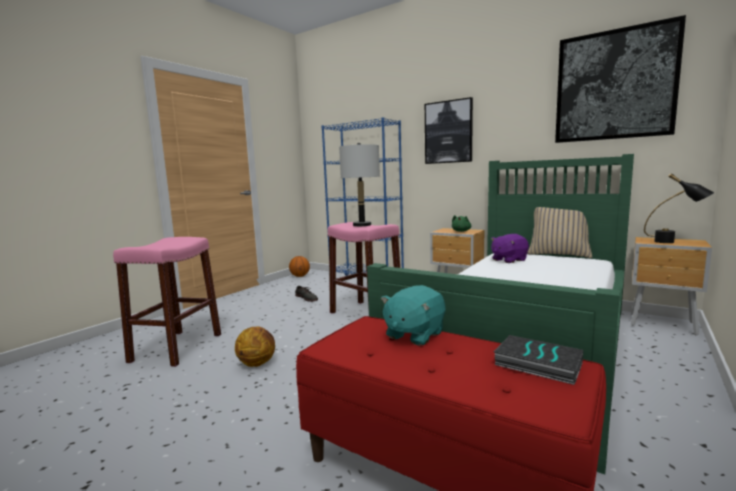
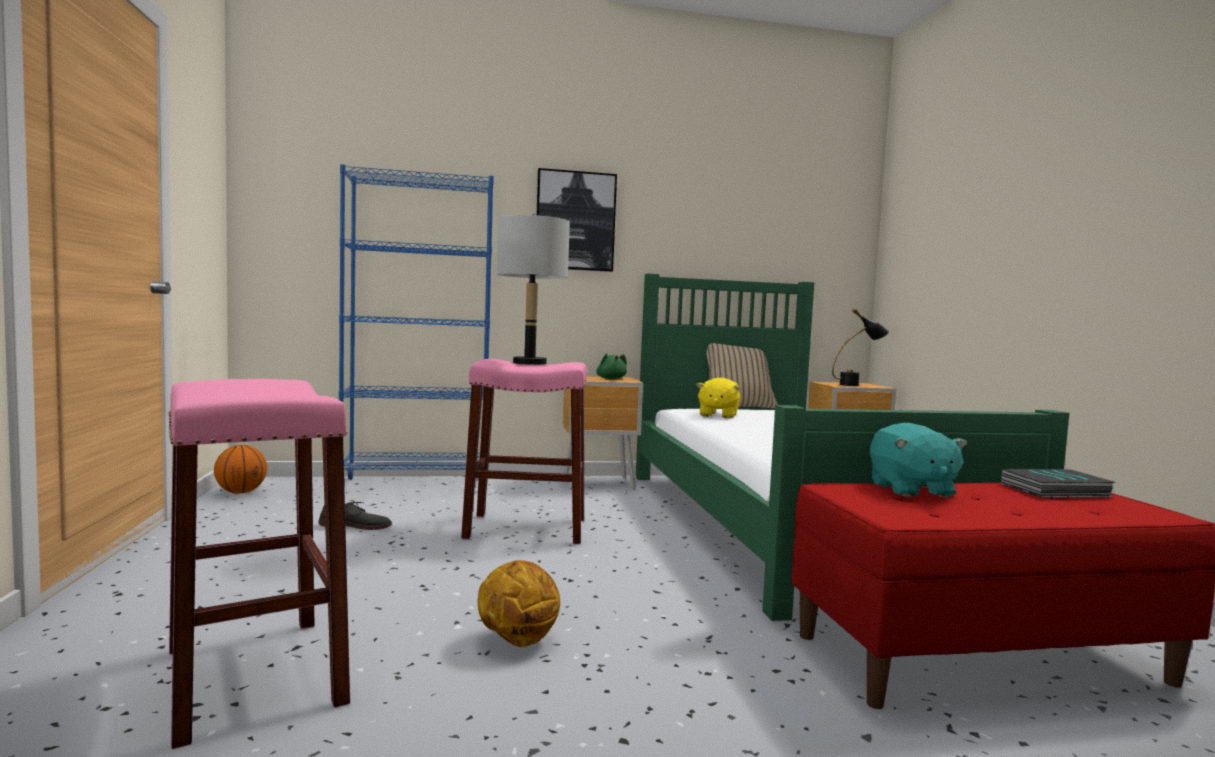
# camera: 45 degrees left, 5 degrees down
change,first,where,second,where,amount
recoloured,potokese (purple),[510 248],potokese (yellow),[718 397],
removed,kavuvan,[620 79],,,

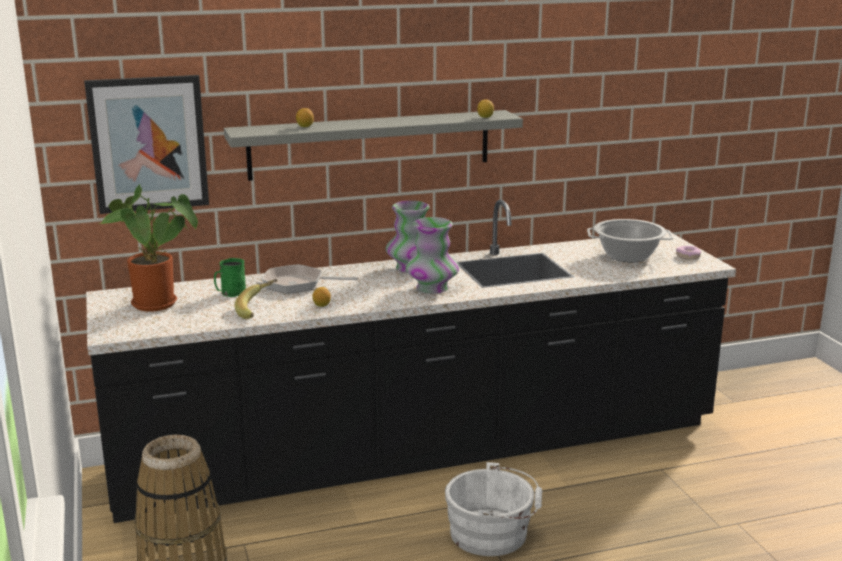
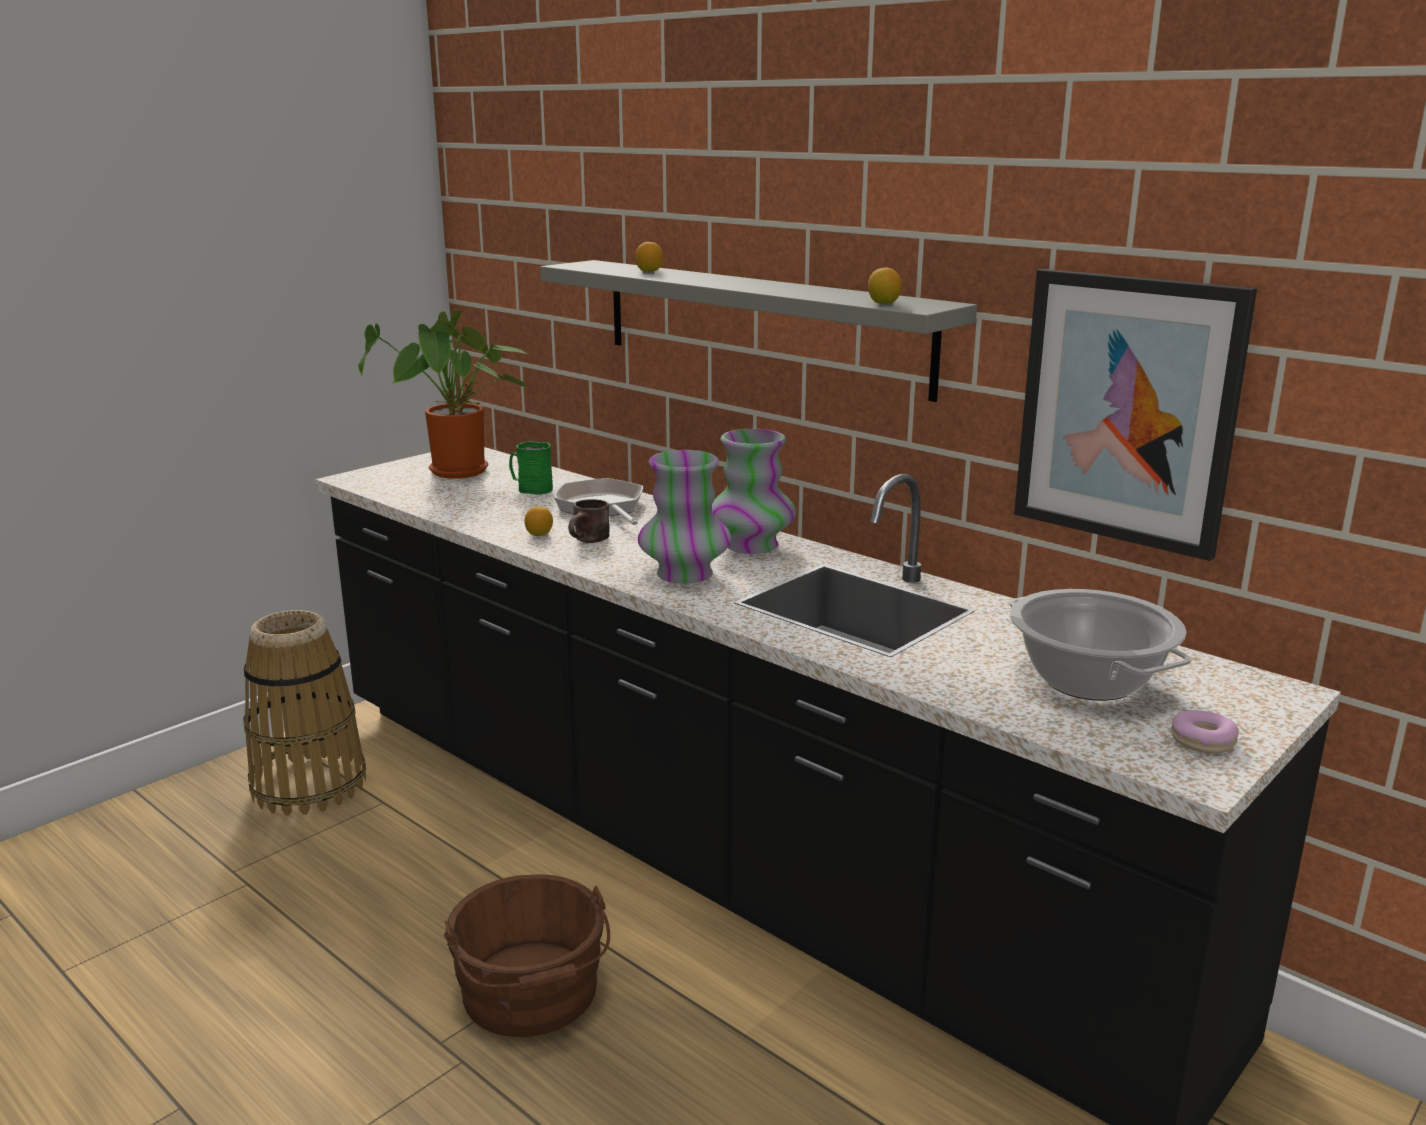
# camera: 60 degrees right, 0 degrees up
change,first,where,second,where,amount
moved,kavuvan,[146 144],,[1135 415],
removed,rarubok,[256 299],,,
recoloured,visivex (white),[493 509],visivex (brown),[527 955],
added,,,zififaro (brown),[588 521],

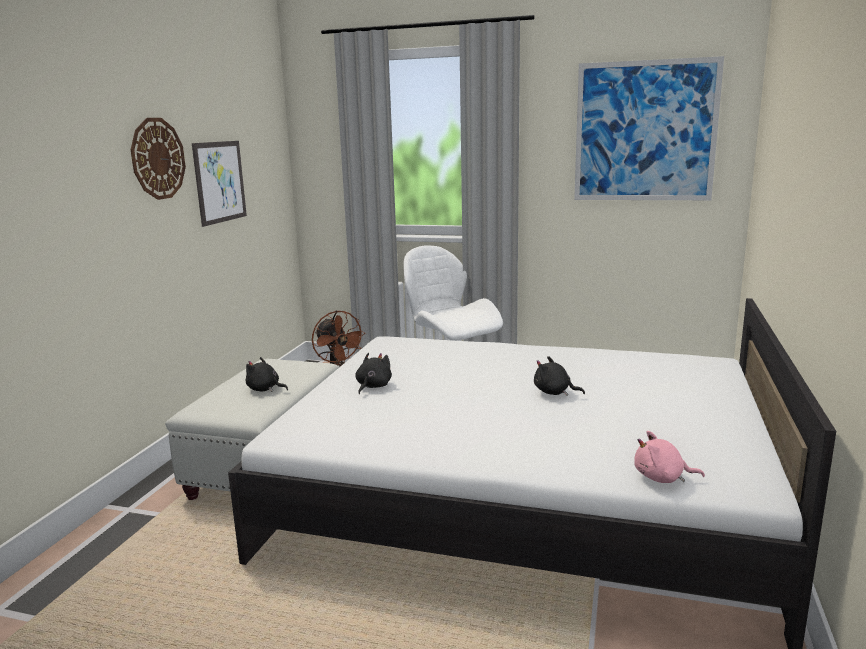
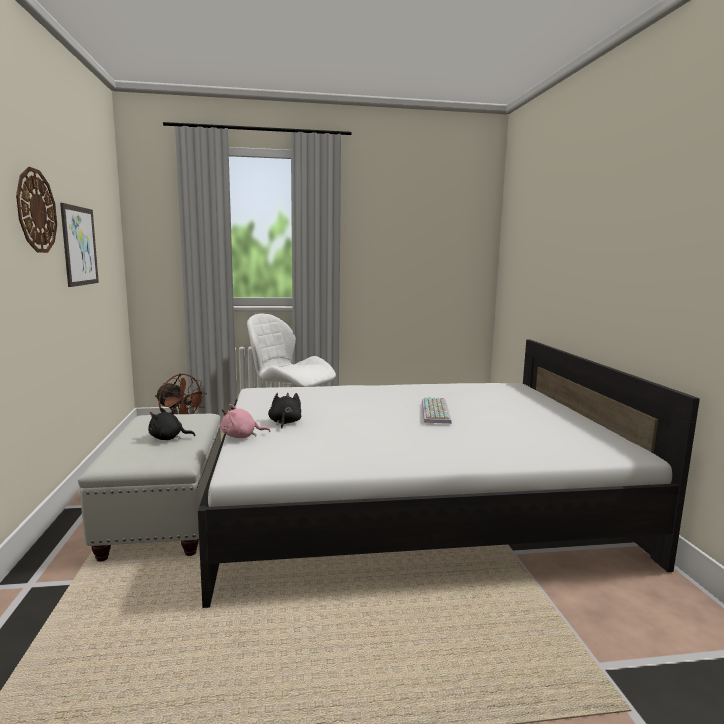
# camera: 25 degrees left, 5 degrees down
change,first,where,second,where,amount
replaced,potokese (black),[559 376],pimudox,[437 410],
removed,kavuvan,[649 128],,,
moved,potokese (pink),[669 457],,[246 421],

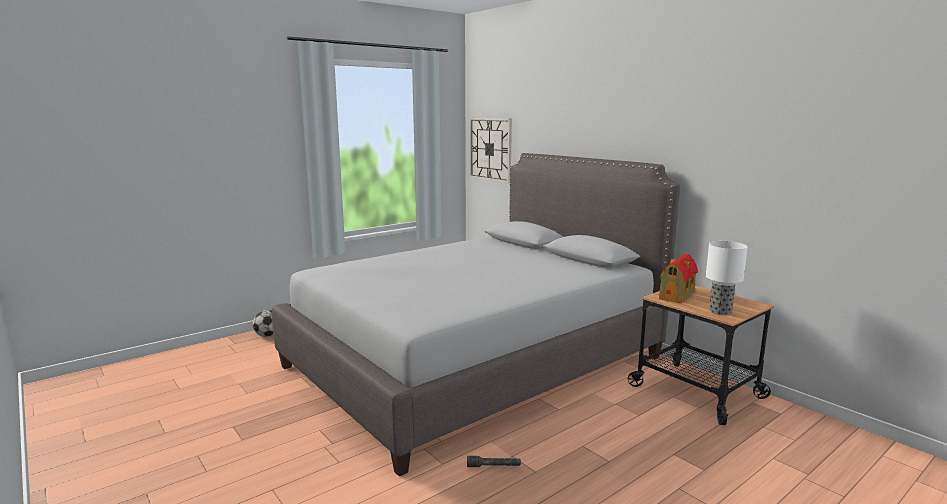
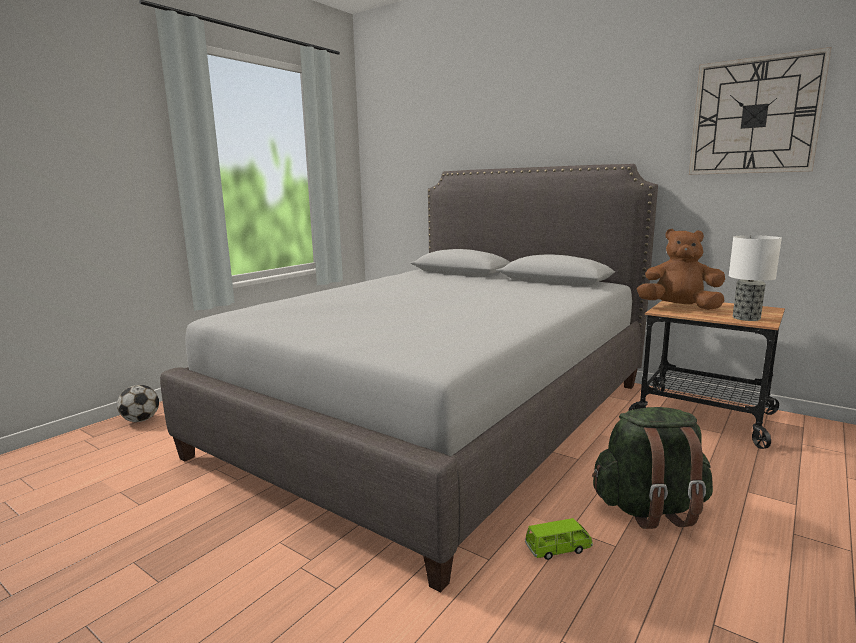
# camera: 15 degrees left, 0 degrees up
change,first,where,second,where,amount
replaced,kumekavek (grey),[494 461],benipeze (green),[559 539],
moved,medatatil,[490 150],,[760 111],
replaced,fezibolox,[678 278],potokese (brown),[681 269],
added,,,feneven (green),[652 468],

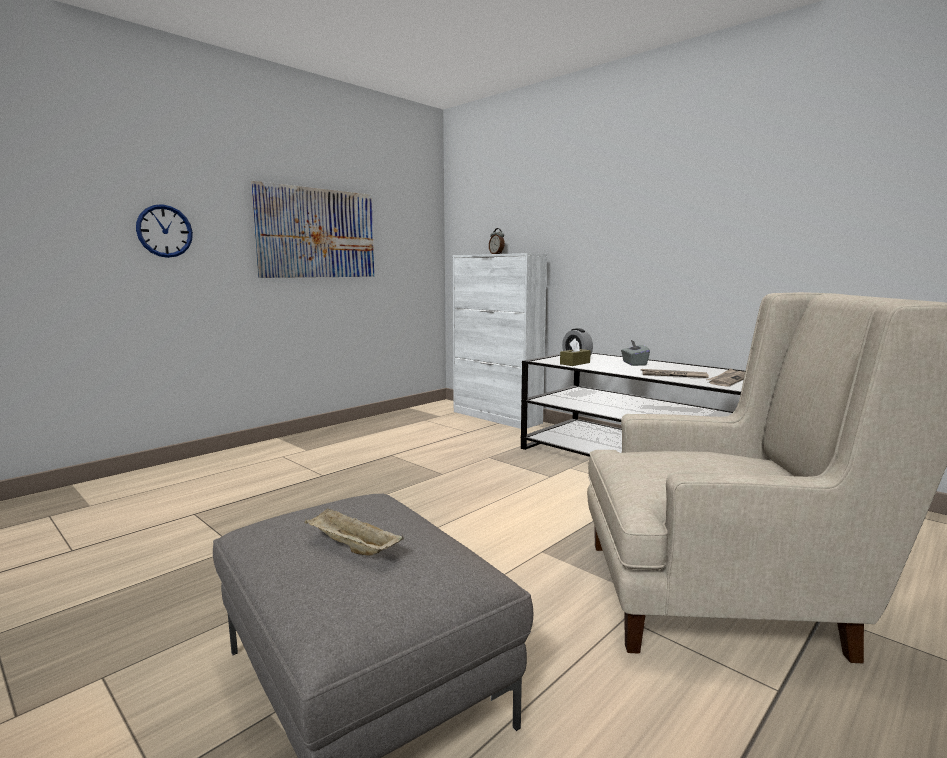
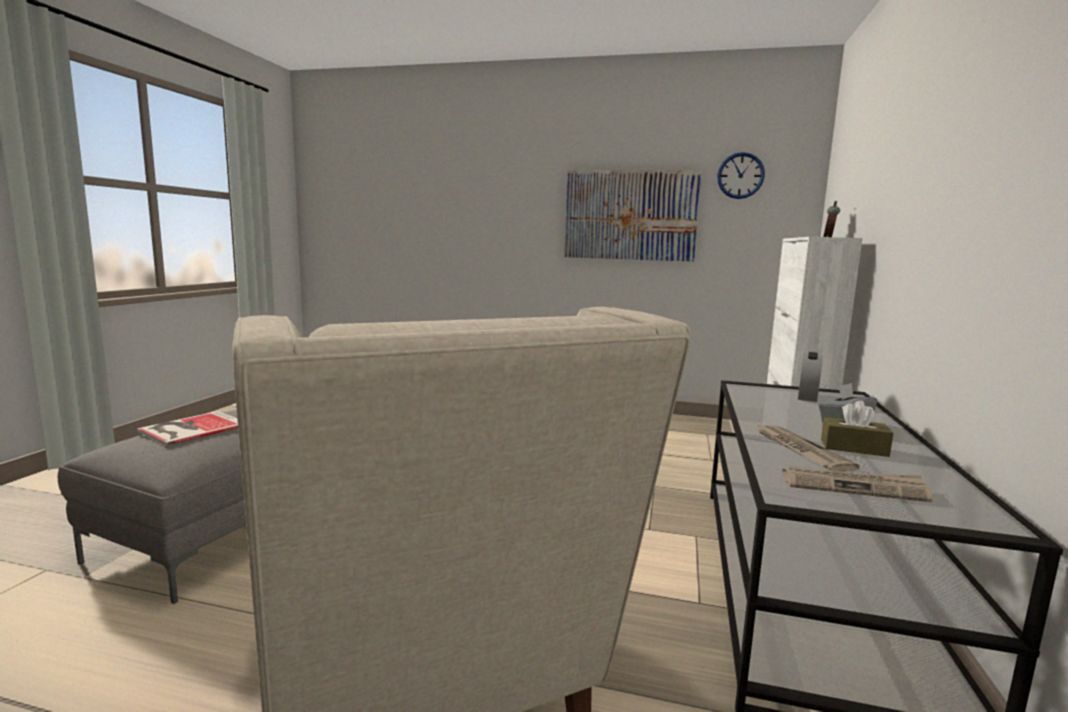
# camera: 60 degrees right, 0 degrees up
change,first,where,second,where,amount
moved,medatatil,[164 231],,[741 175],
replaced,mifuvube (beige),[354 532],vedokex,[187 428],
moved,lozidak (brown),[575 352],,[857 429],

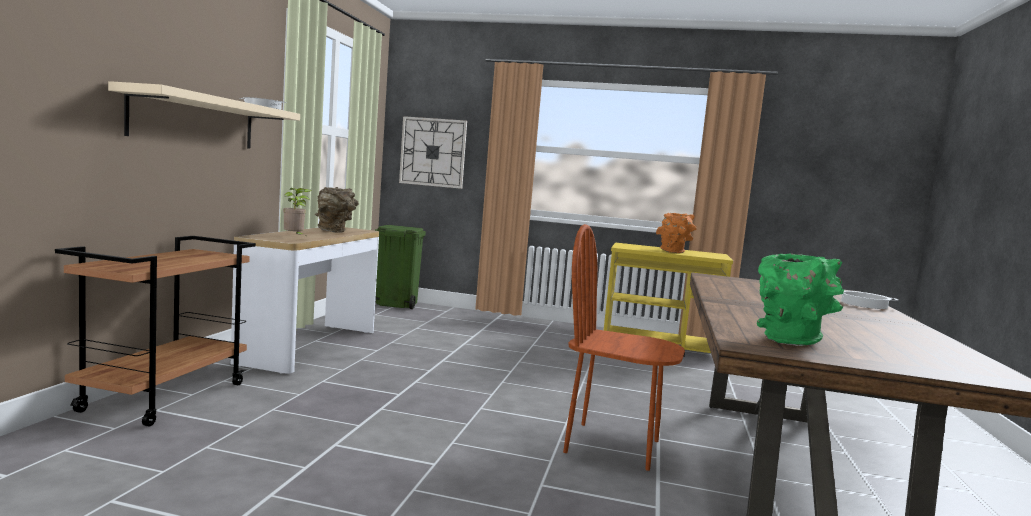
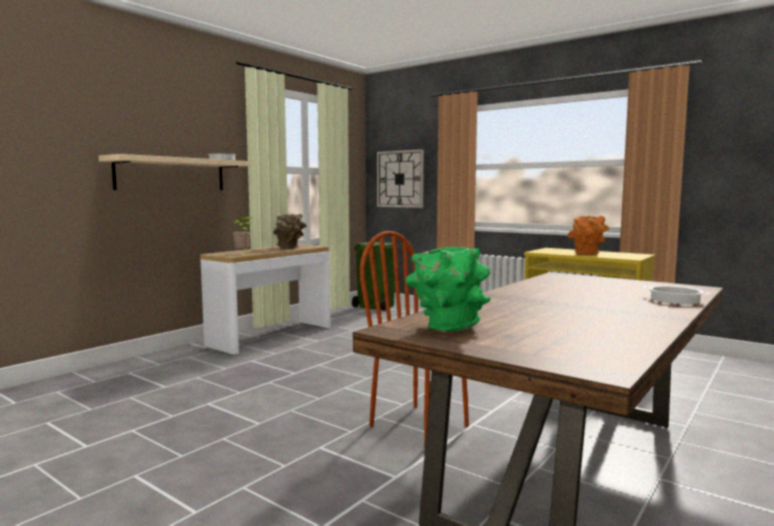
# camera: 25 degrees right, 0 degrees up
change,first,where,second,where,amount
removed,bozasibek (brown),[155 331],,,

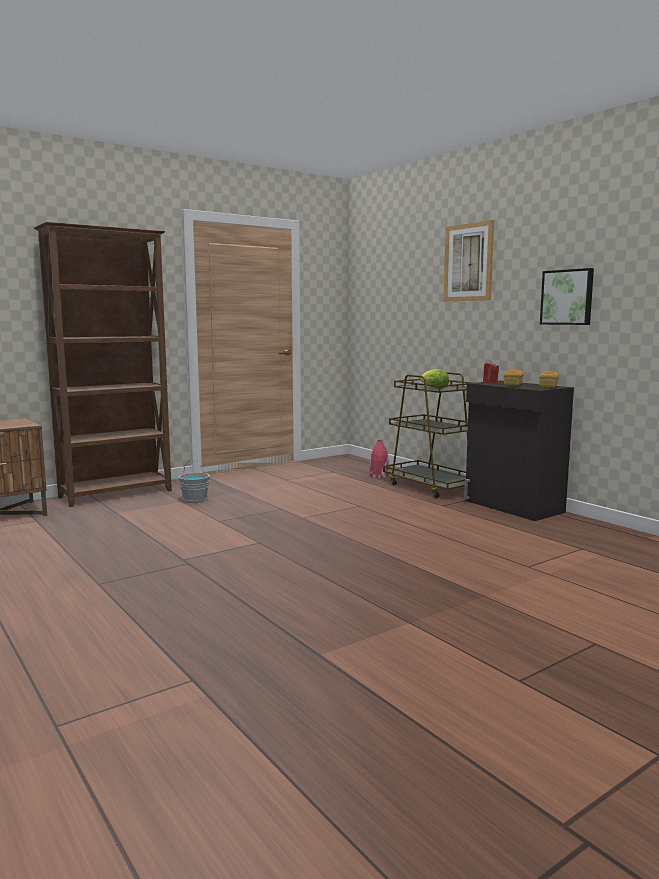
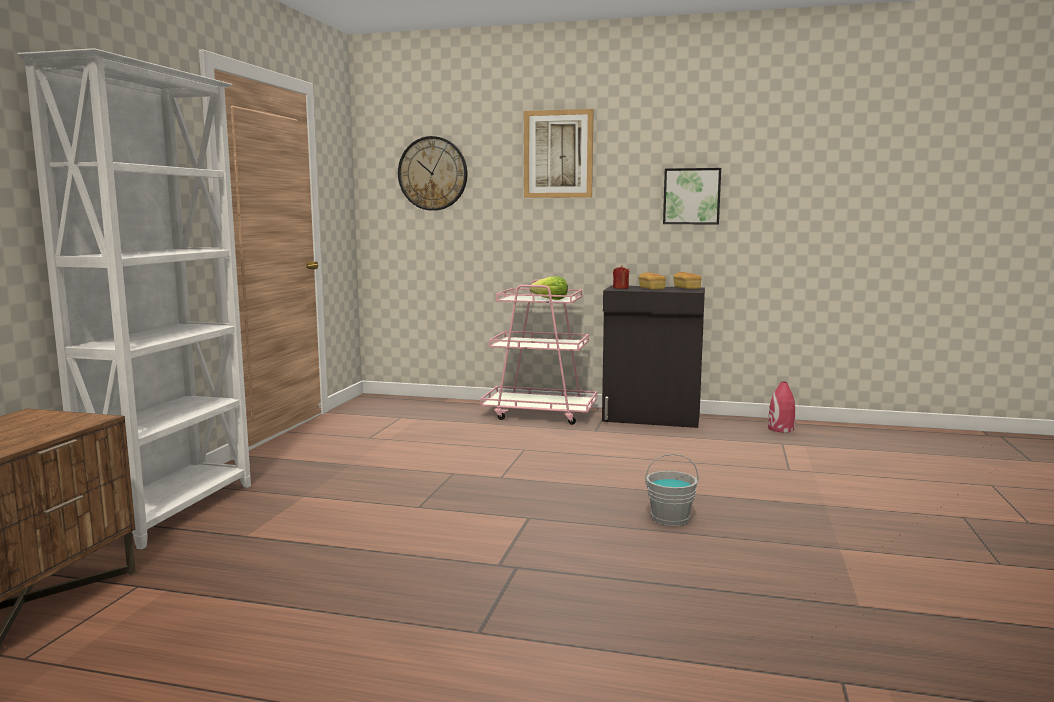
# camera: 40 degrees left, 0 degrees up
change,first,where,second,where,amount
recoloured,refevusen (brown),[103 364],refevusen (white),[134 298],
moved,visivex (grey),[194 482],,[672 490],
moved,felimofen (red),[379 459],,[781 406],
recoloured,bozasibek (brown),[428 435],bozasibek (pink),[538 352],
added,,,medatatil,[432 173],

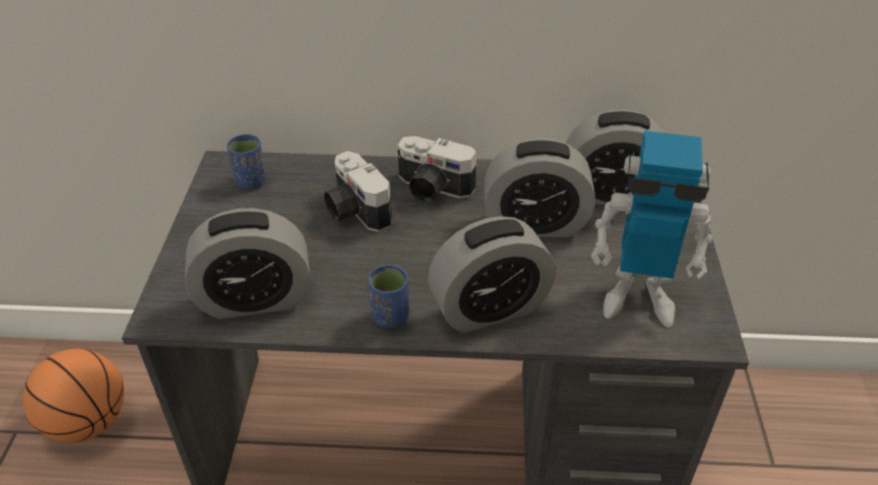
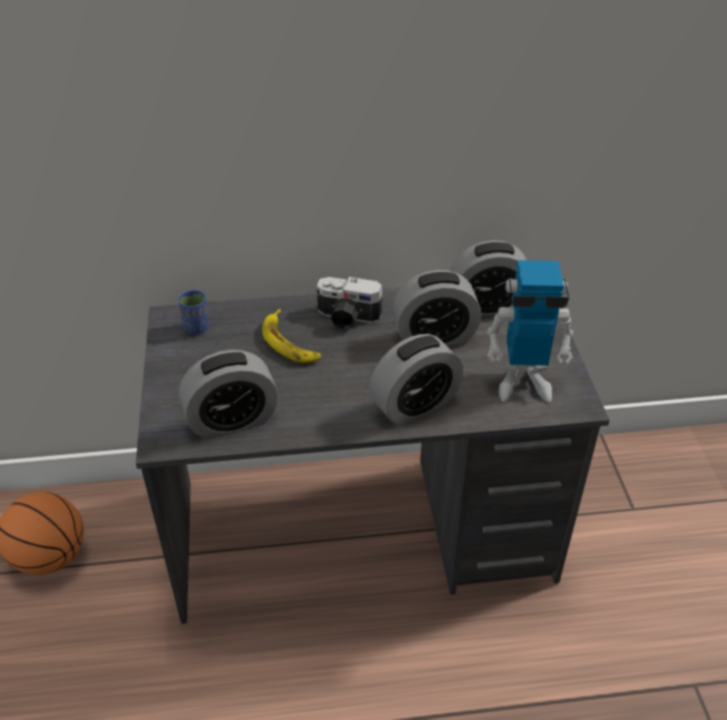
# camera: 10 degrees left, 0 degrees up
change,first,where,second,where,amount
replaced,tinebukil,[358 191],rarubok,[291 336],
removed,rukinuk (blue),[388 296],,,

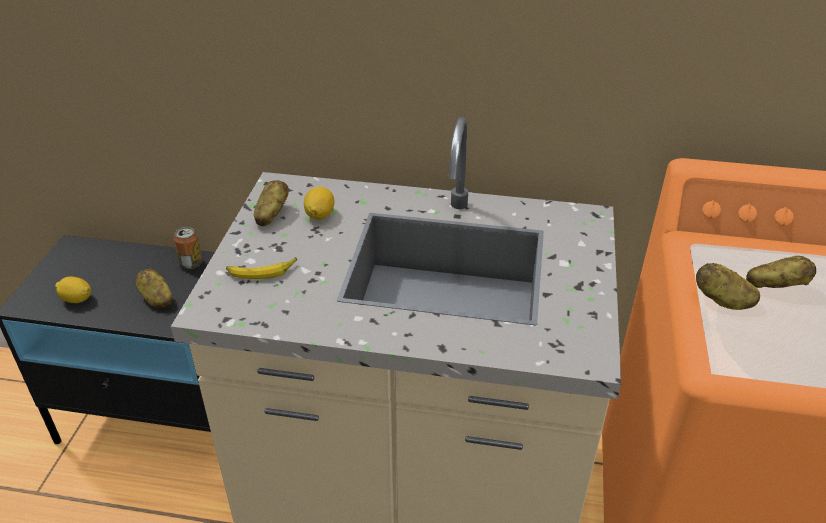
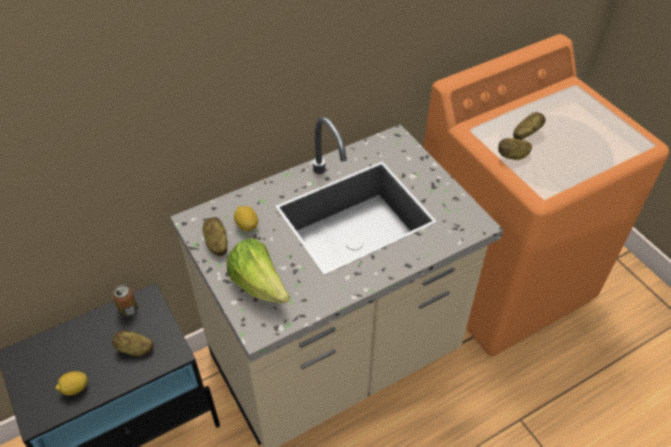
# camera: 40 degrees left, 10 degrees up
change,first,where,second,where,amount
replaced,rarubok,[261 268],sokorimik,[258 270],

